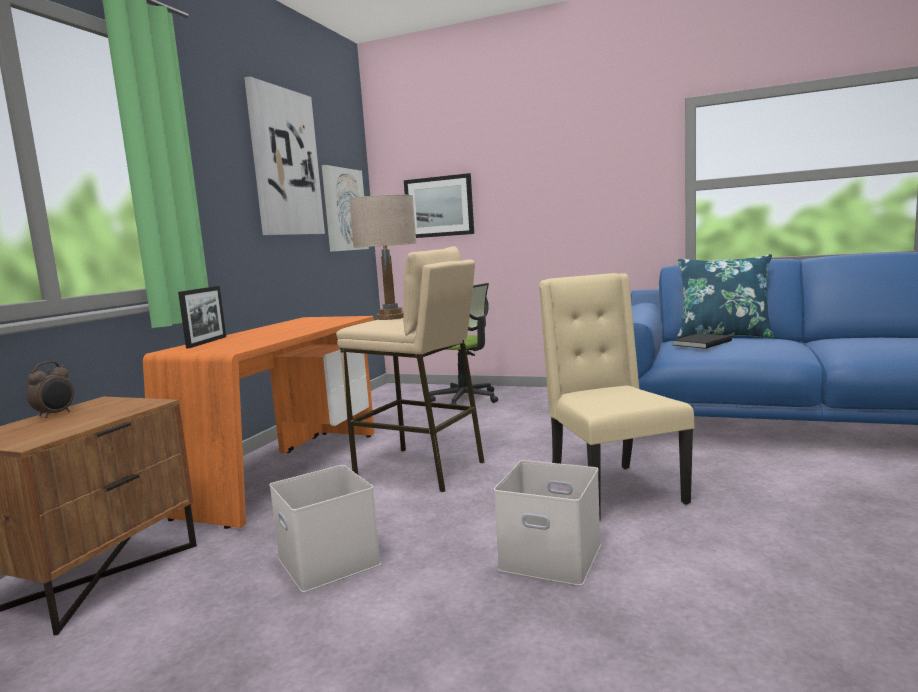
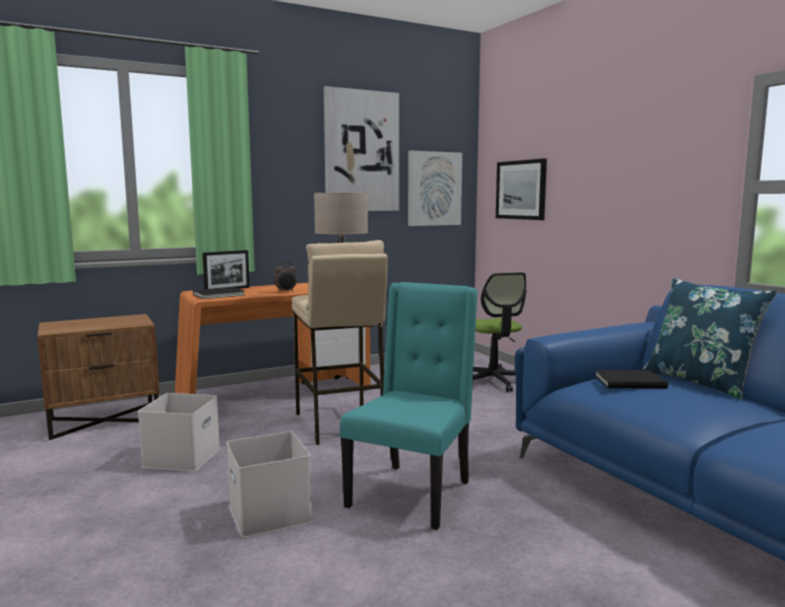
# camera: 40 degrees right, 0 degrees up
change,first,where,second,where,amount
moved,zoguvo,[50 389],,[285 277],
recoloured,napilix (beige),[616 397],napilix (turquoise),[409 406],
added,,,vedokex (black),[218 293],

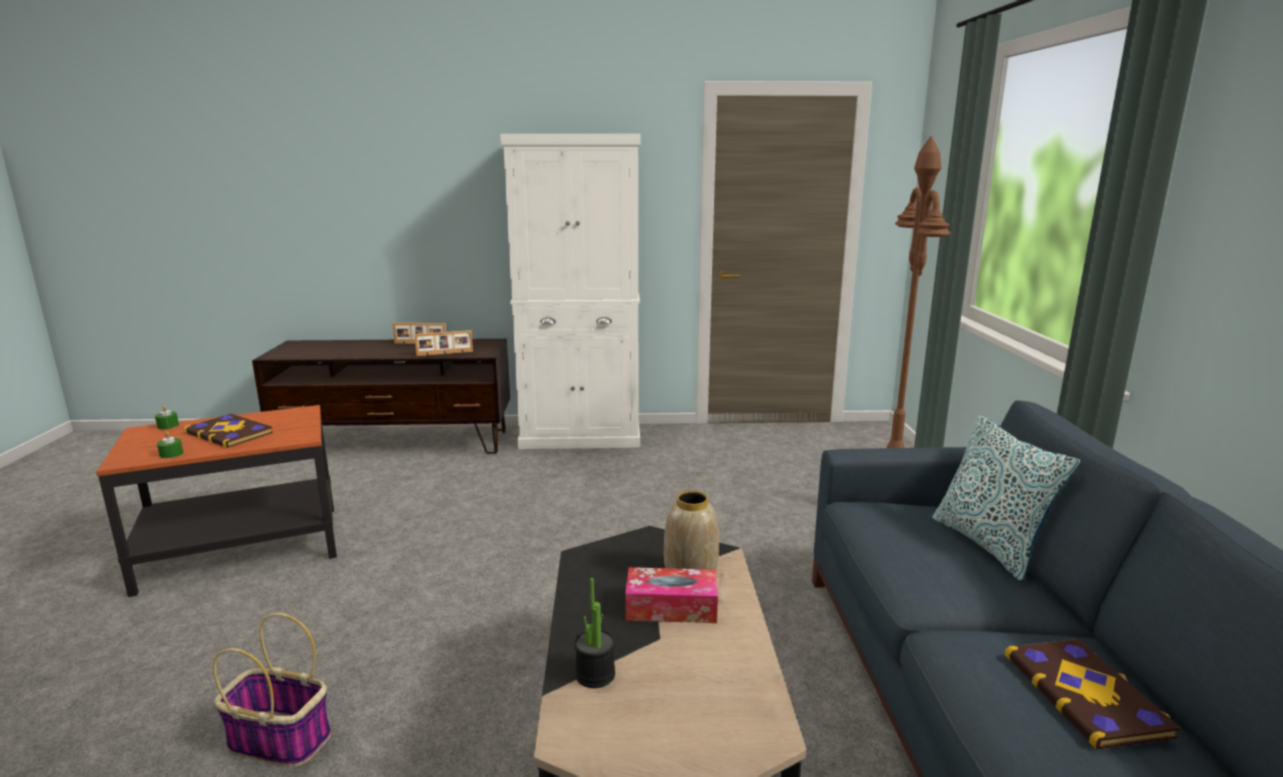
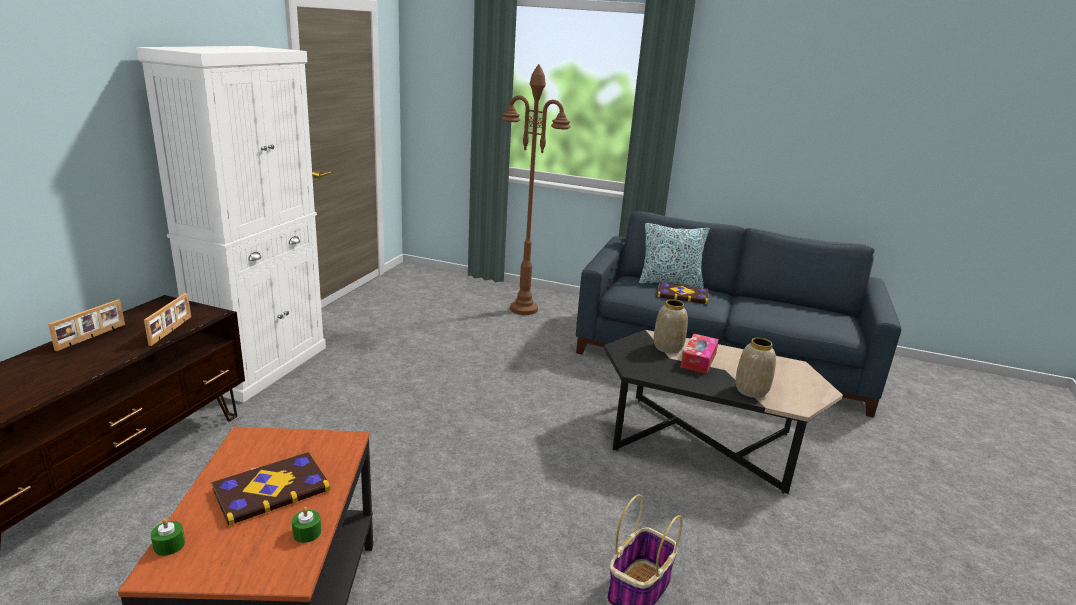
# camera: 70 degrees left, 5 degrees up
change,first,where,second,where,amount
replaced,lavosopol,[594 633],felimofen,[755 368],
moved,vedokex,[1092 694],,[682 293],

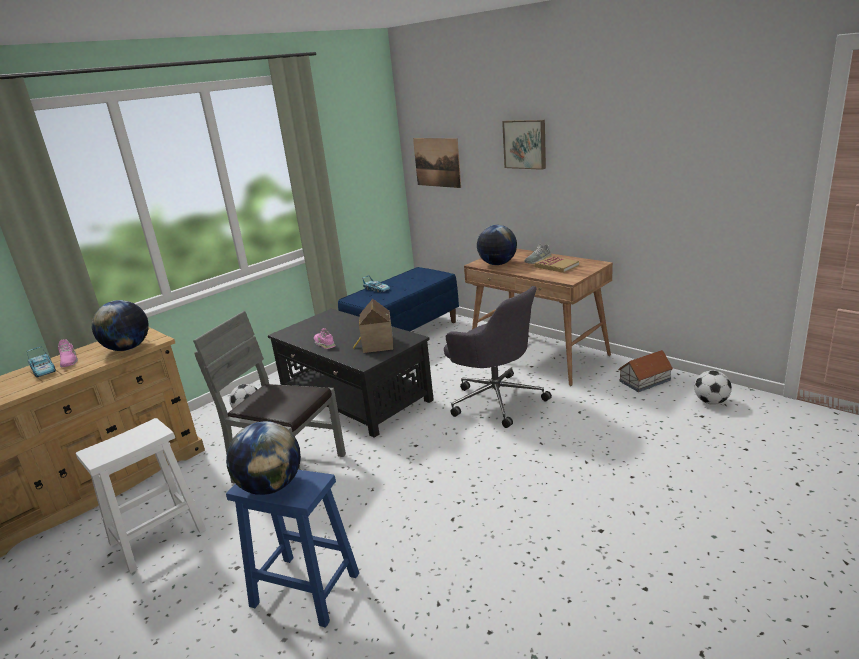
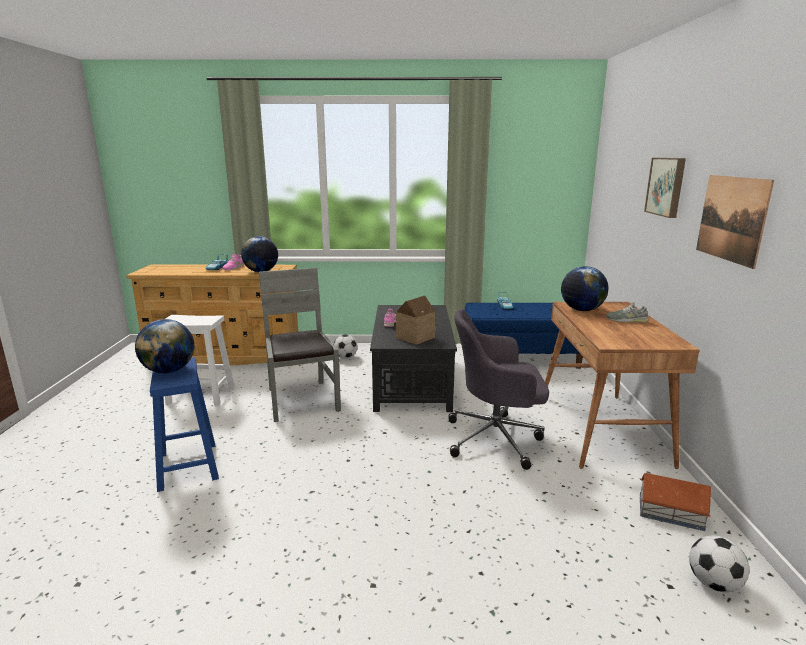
# camera: 45 degrees right, 5 degrees down
change,first,where,second,where,amount
moved,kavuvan,[437 163],,[735 222],
turned,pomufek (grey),[498 357],,[498 389],90 degrees clockwise
removed,vedokex,[557 264],,,

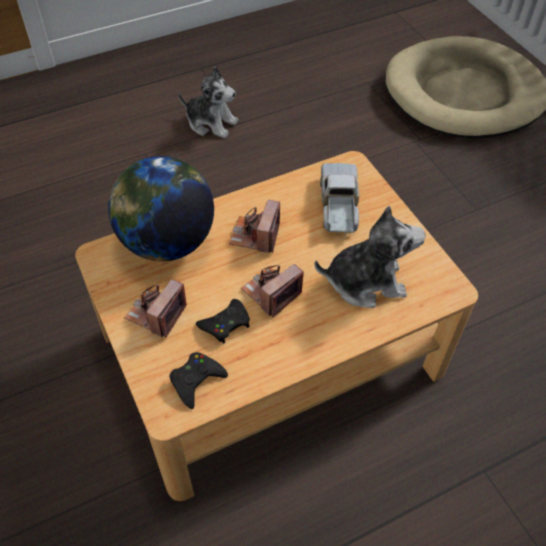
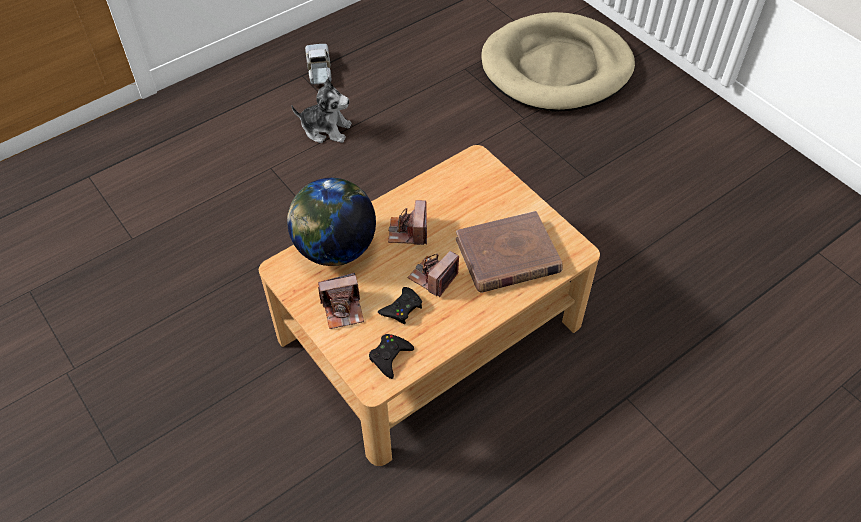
# camera: 10 degrees left, 0 degrees up
change,first,where,second,where,amount
turned,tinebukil,[156 308],,[341 301],120 degrees counterclockwise
replaced,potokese,[370 257],vedokex (brown),[509 252],
moved,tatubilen,[339 199],,[318 64],

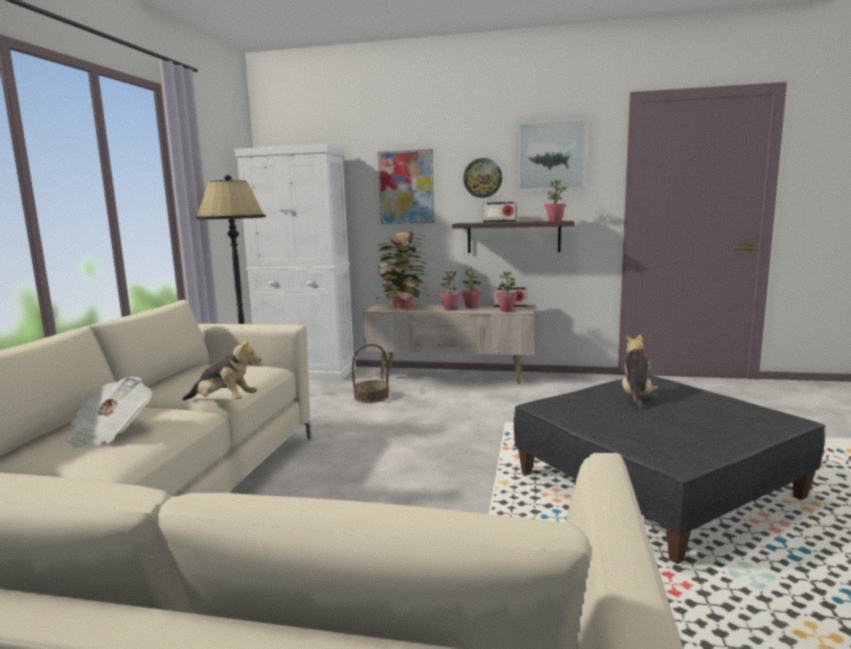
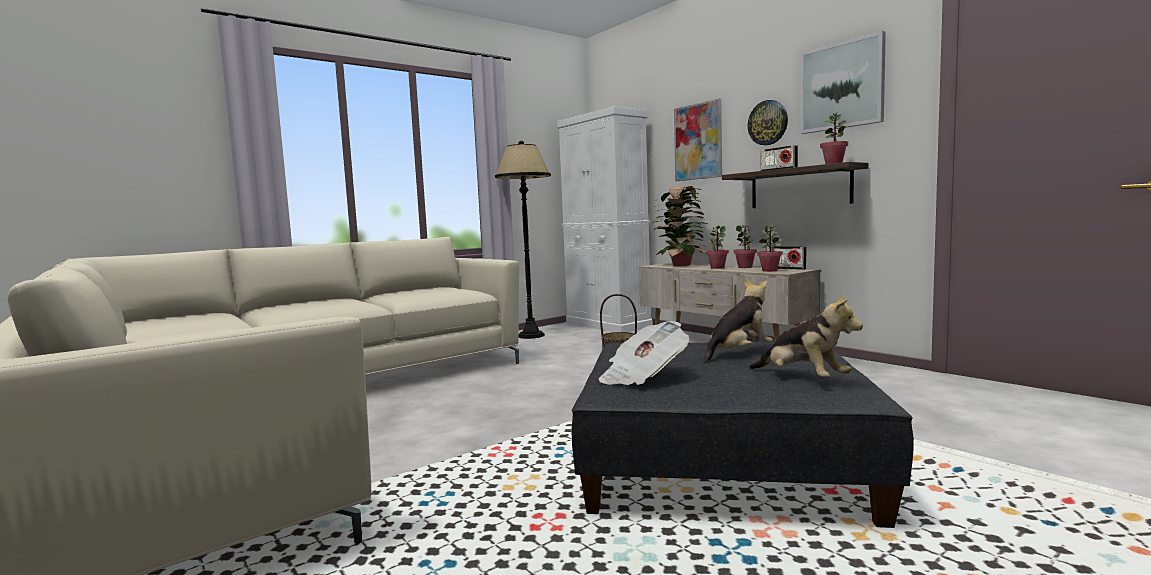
# camera: 40 degrees right, 5 degrees down
change,first,where,second,where,amount
moved,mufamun,[107 412],,[644 353],
moved,potokese,[221 368],,[806 335],

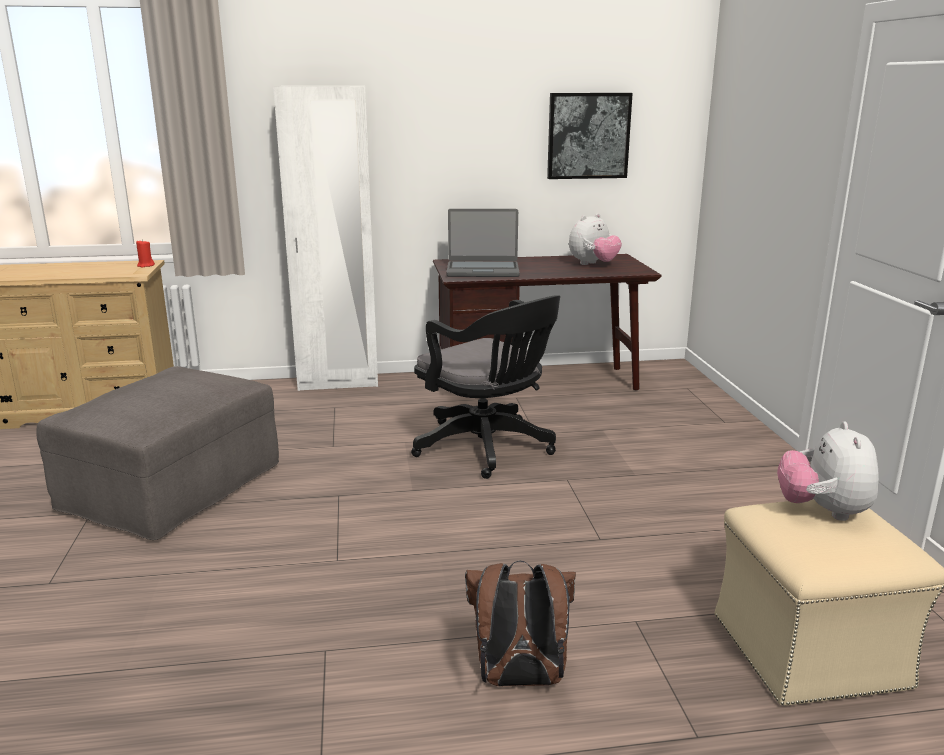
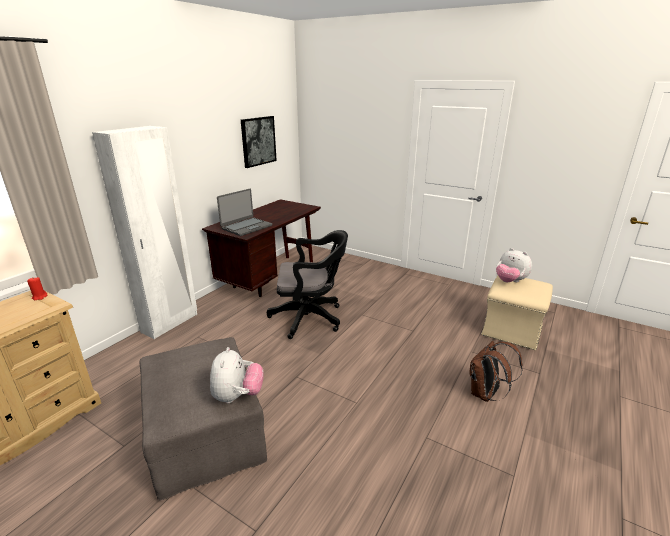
# camera: 50 degrees left, 5 degrees up
change,first,where,second,where,amount
moved,potokese,[595 239],,[236 375],

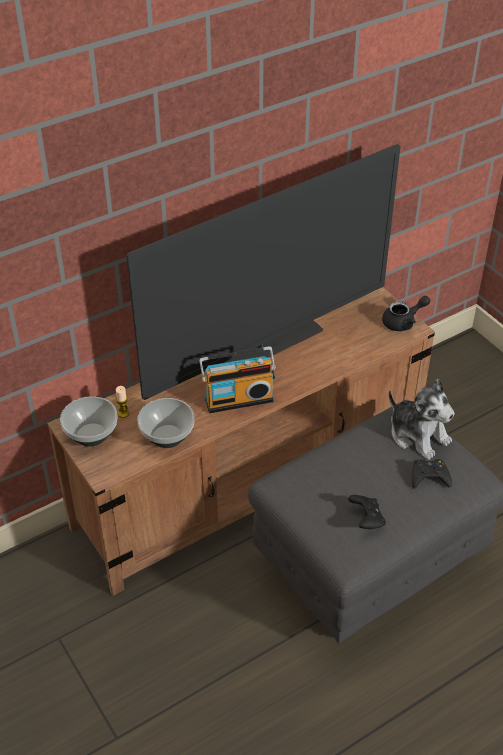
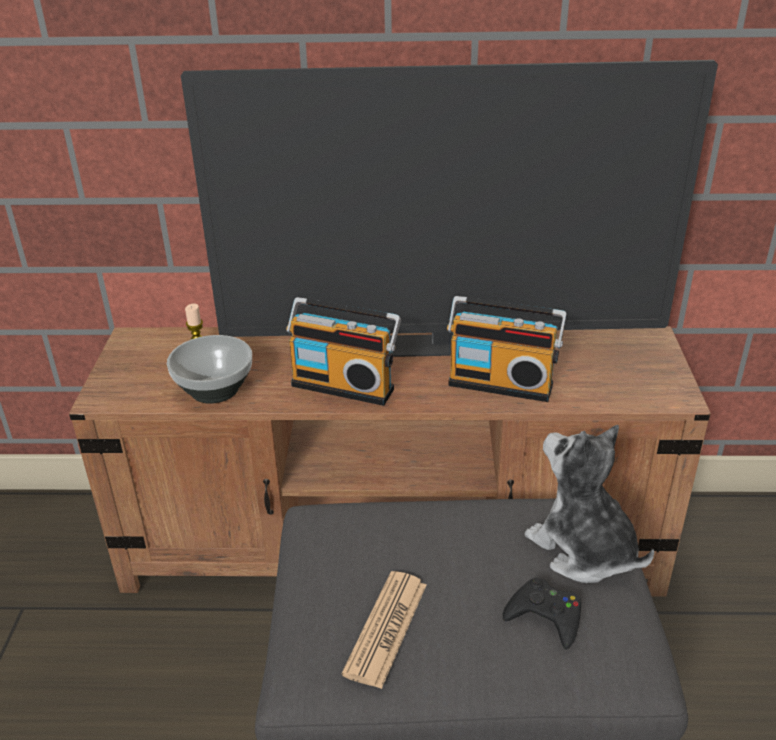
# camera: 35 degrees right, 10 degrees down
change,first,where,second,where,amount
removed,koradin,[89 421],,,
replaced,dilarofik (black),[367 512],mufamun,[384 630],
removed,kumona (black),[406 313],,,
turned,potokese,[422 419],,[589 504],150 degrees clockwise
added,,,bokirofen,[506 349],

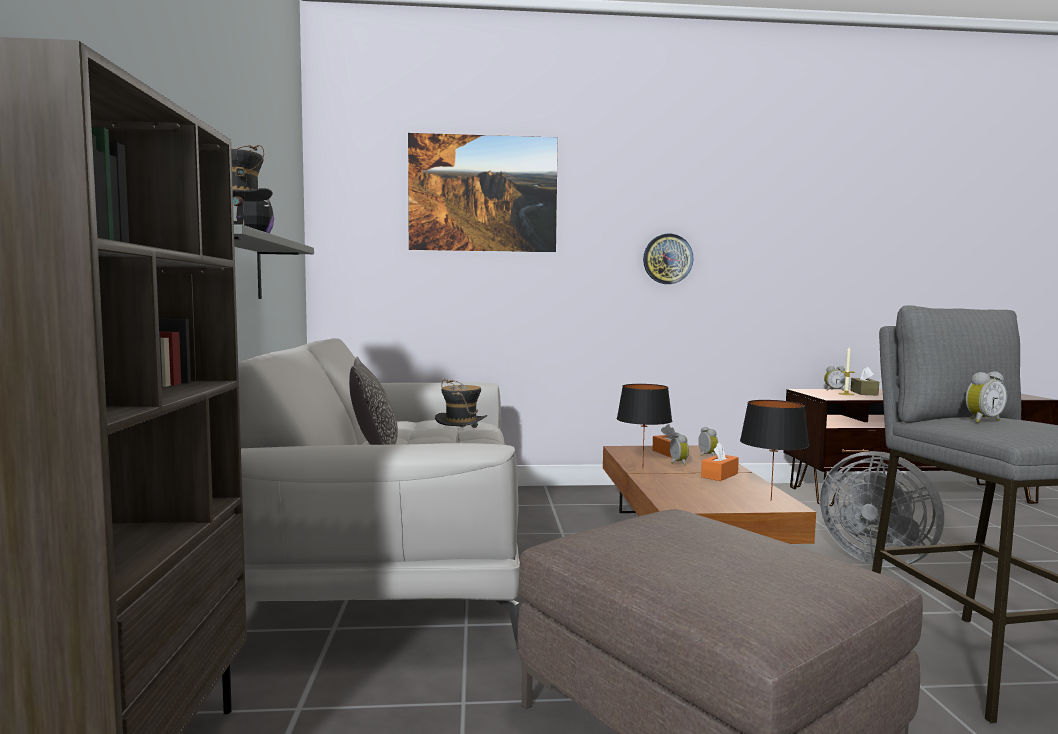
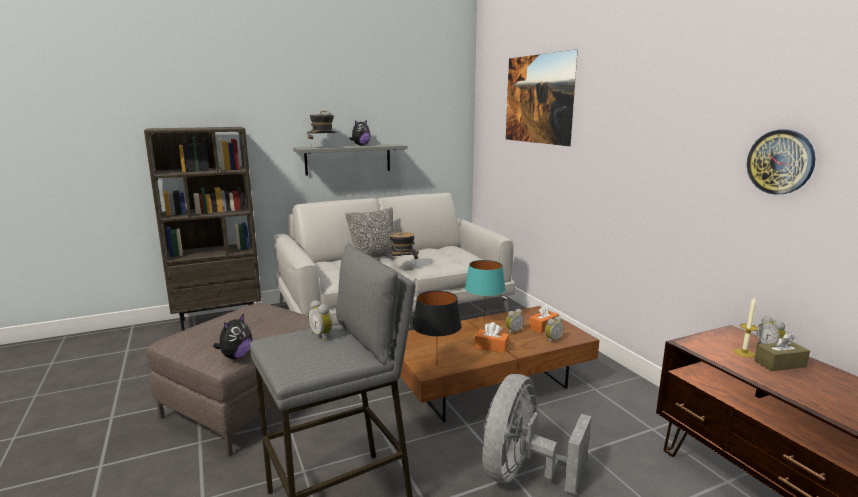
# camera: 70 degrees right, 10 degrees up
change,first,where,second,where,amount
recoloured,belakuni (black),[644 422],belakuni (turquoise),[485 289],
moved,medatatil,[668 259],,[781 162],
added,,,potokese,[233 336],

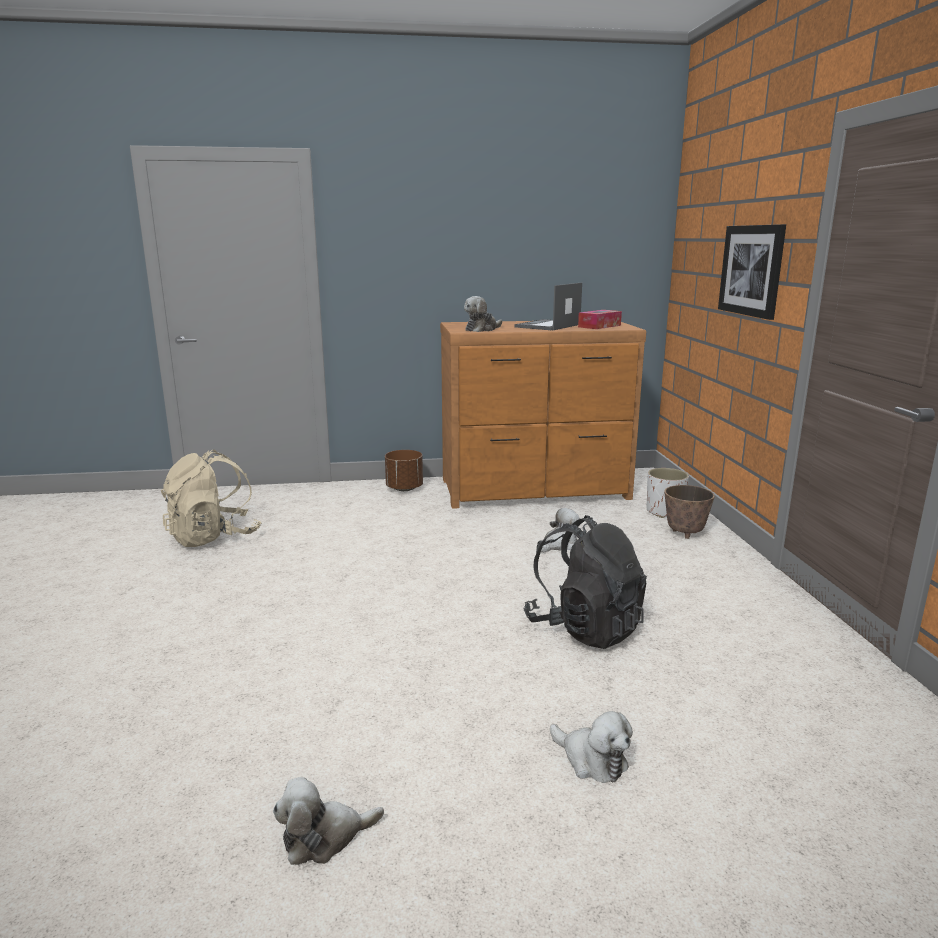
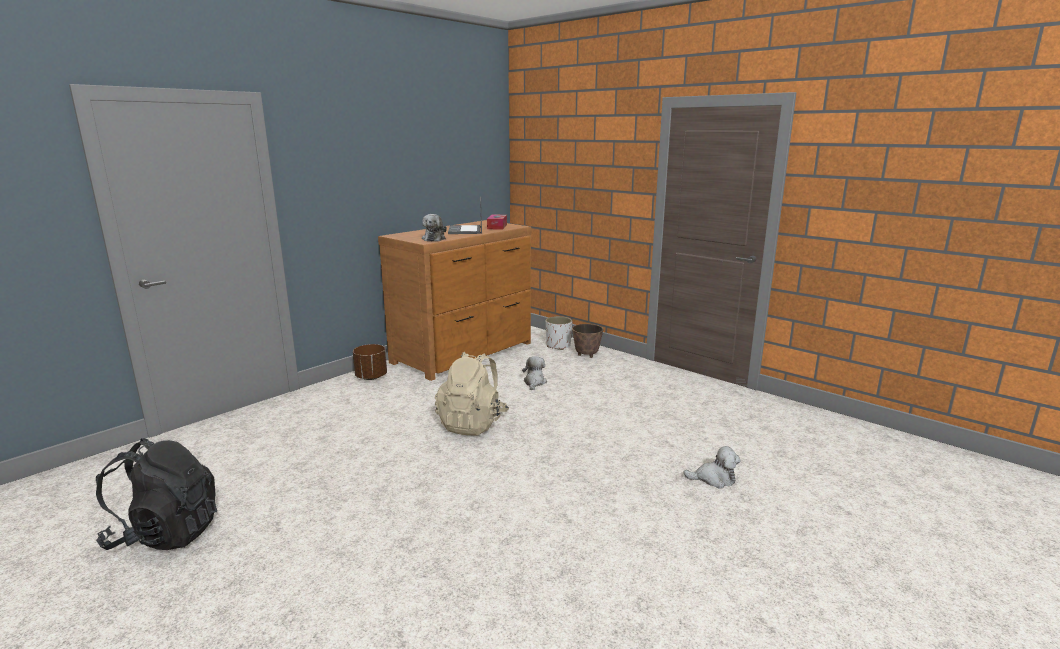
# camera: 40 degrees left, 0 degrees up
change,first,where,second,where,amount
moved,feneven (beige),[211 498],,[472 394],
removed,potokese,[328 821],,,
moved,feneven (black),[585 582],,[156 494],
removed,kavuvan,[752 272],,,

